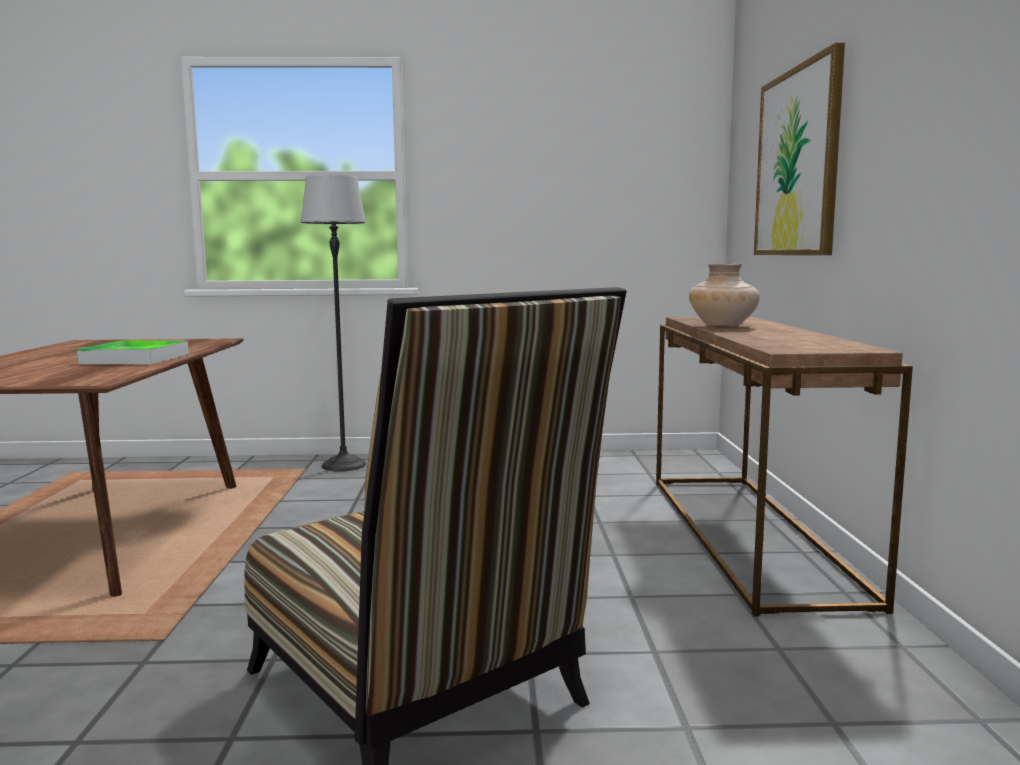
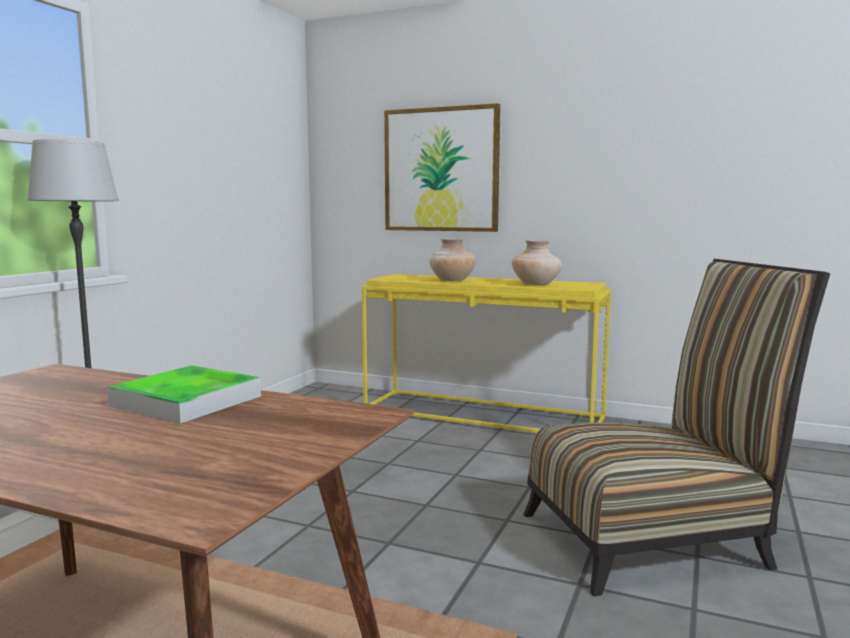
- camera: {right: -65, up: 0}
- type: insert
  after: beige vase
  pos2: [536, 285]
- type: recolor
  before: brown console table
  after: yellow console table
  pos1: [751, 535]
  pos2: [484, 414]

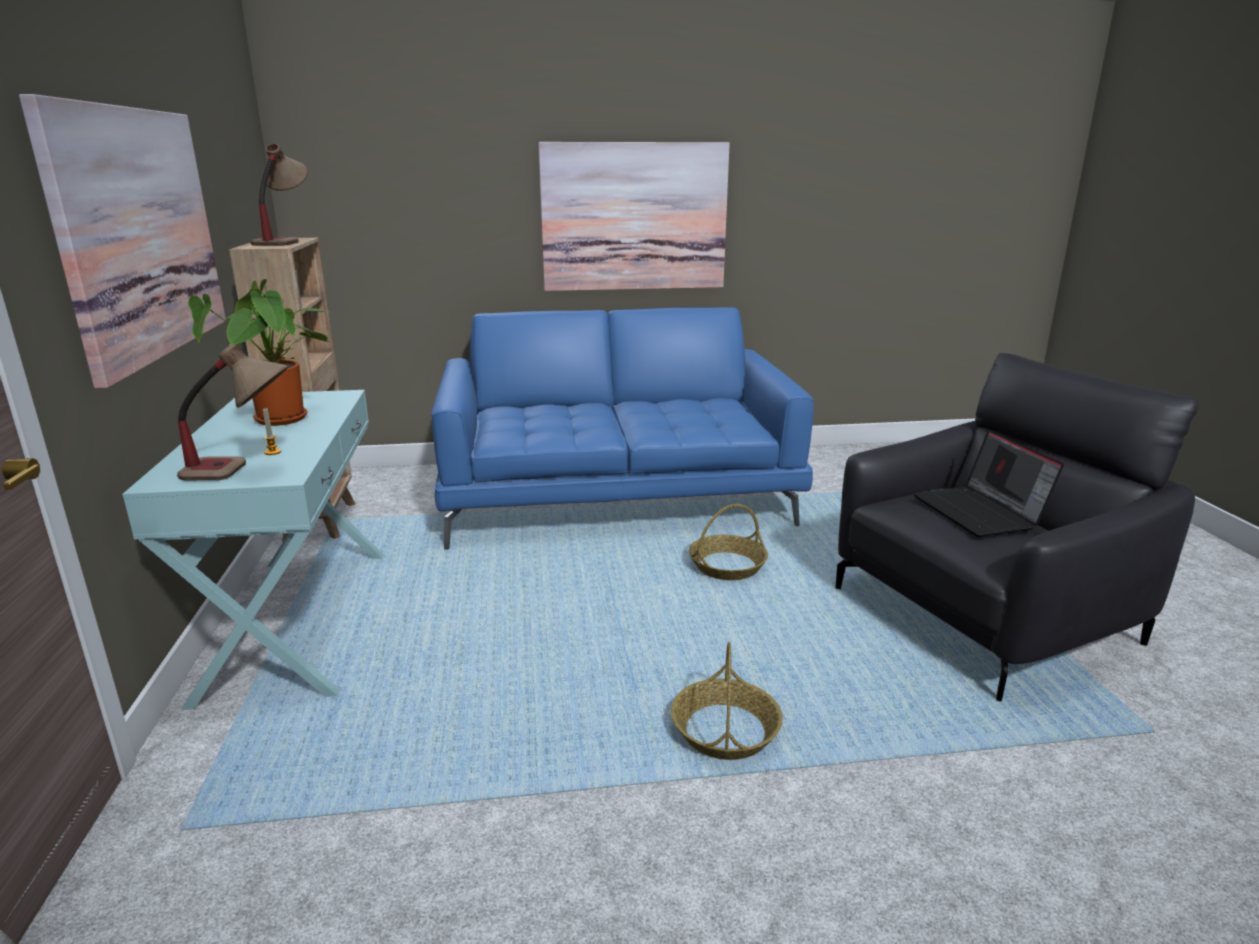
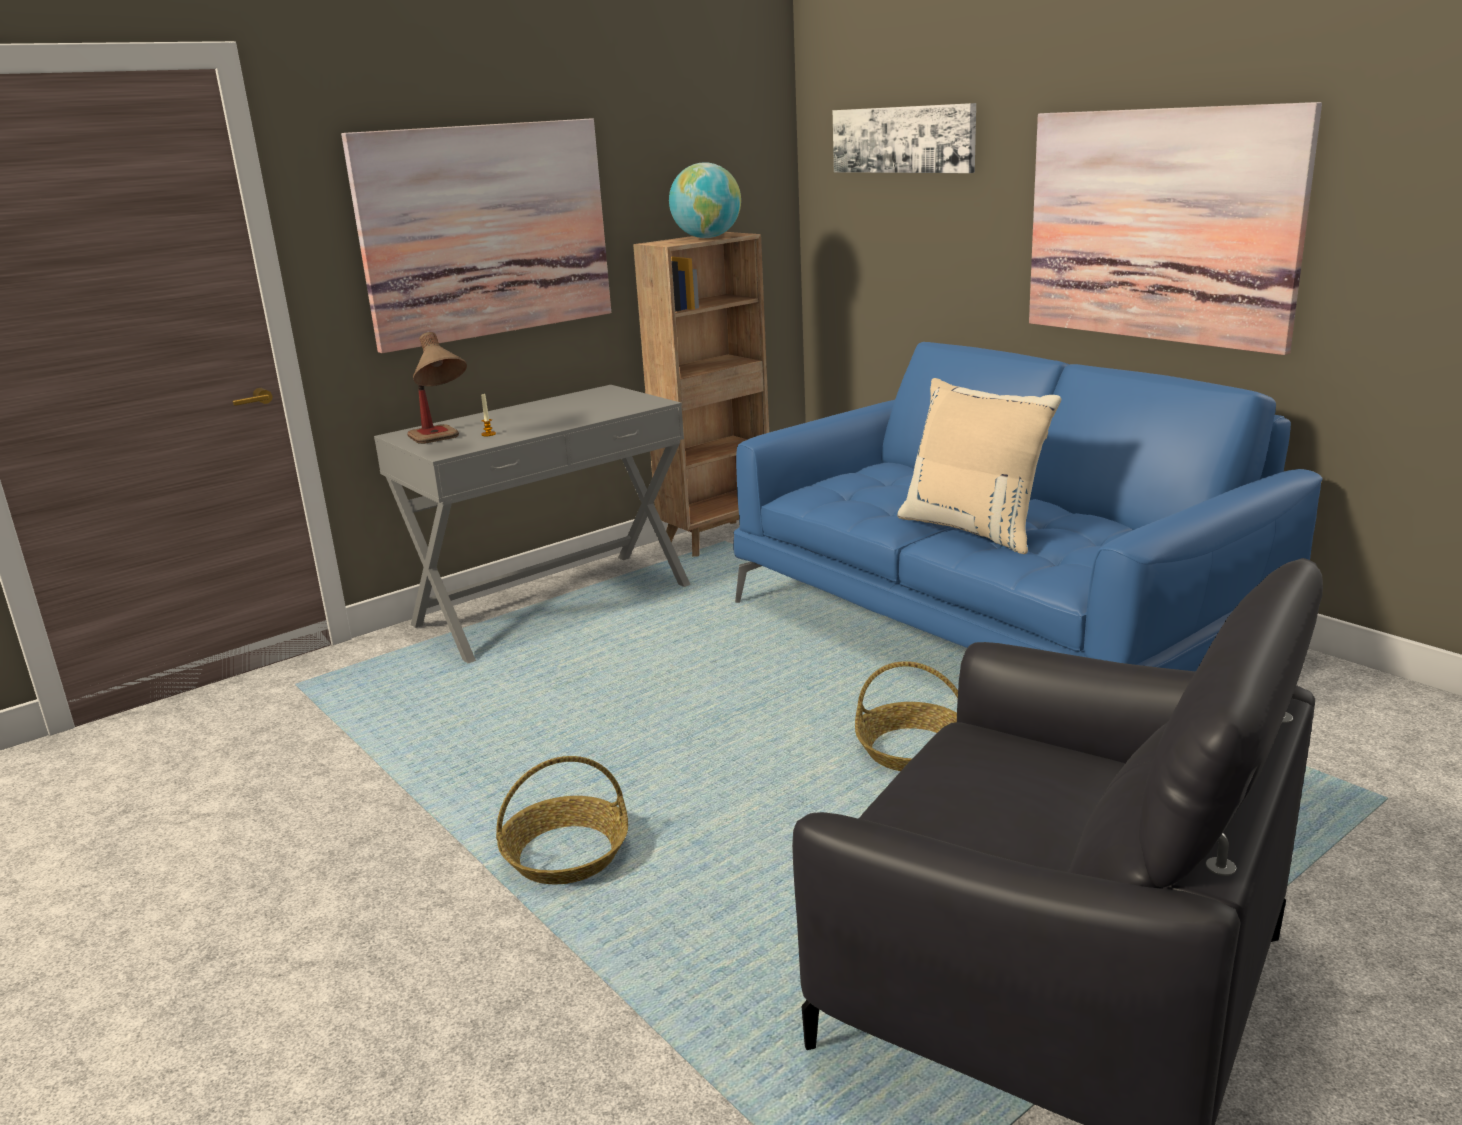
- camera: {right: 60, up: 0}
- type: delete
  before: potted plant
  pos1: [282, 421]
- type: delete
  before: laptop
  pos1: [980, 512]
- type: insert
  after: picture
  pos2: [903, 139]
- type: insert
  after: beige pillow
  pos2: [974, 529]
- type: replace
  before: table lamp
  after: globe
  pos1: [284, 241]
  pos2: [707, 238]
- type: recolor
  before: turquoise console table
  after: grey console table
  pos1: [298, 620]
  pos2: [553, 604]

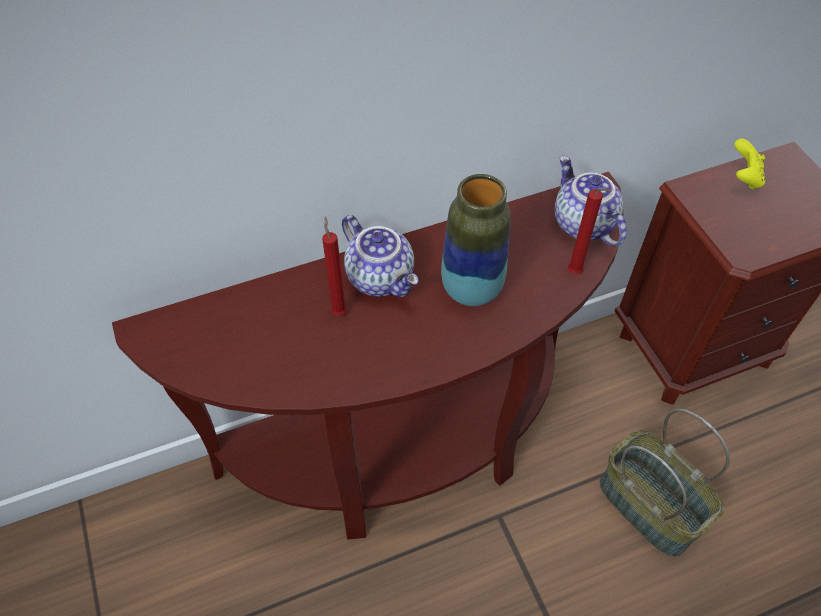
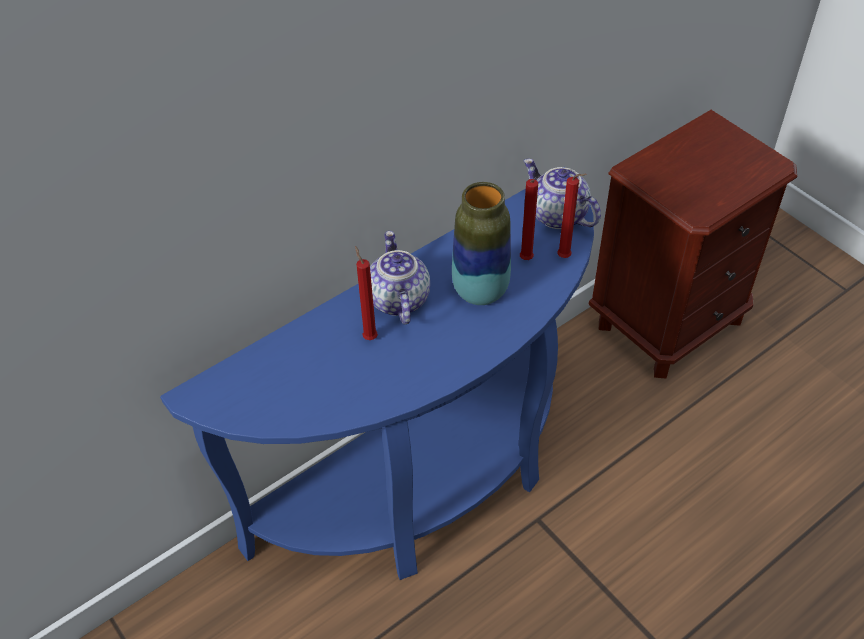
- camera: {right: -15, up: -5}
- type: delete
  before: basket
  pos1: [651, 505]
- type: delete
  before: yellow game controller
  pos1: [744, 177]
- type: insert
  after: red candle
  pos2: [525, 261]
- type: recolor
  before: brown console table
  after: blue console table
  pos1: [406, 449]
  pos2: [429, 482]
- type: rotate
  before: teapot
  pos1: [382, 277]
  pos2: [397, 300]
  turn: -135

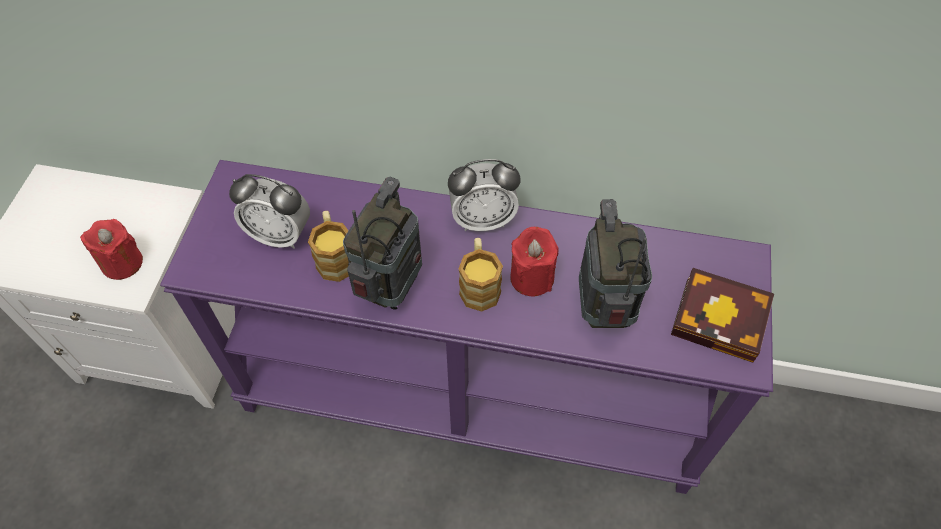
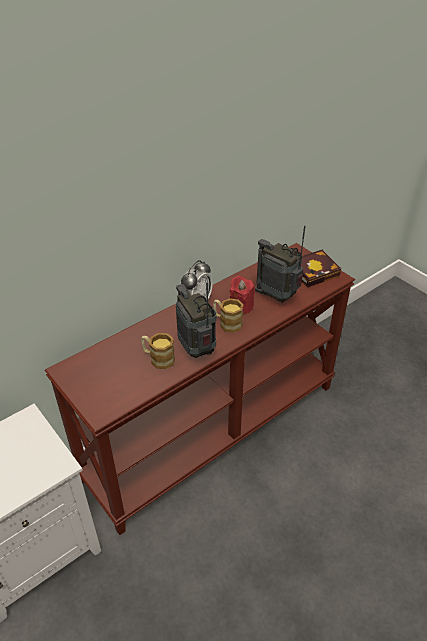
- camera: {right: -50, up: -15}
- type: delete
  before: red candle
  pos1: [122, 263]
- type: delete
  before: alarm clock
  pos1: [280, 235]
- type: recolor
  before: purple console table
  after: brown console table
  pos1: [472, 393]
  pos2: [212, 428]

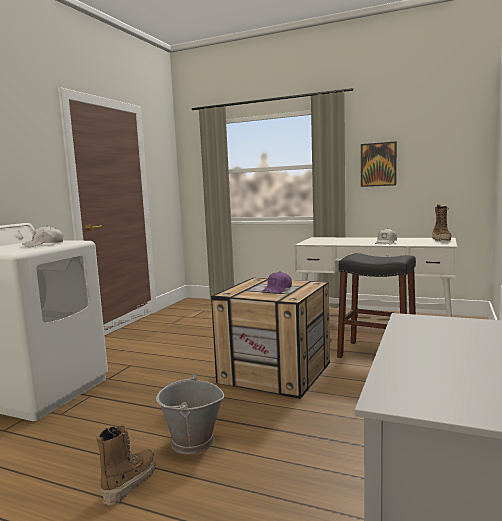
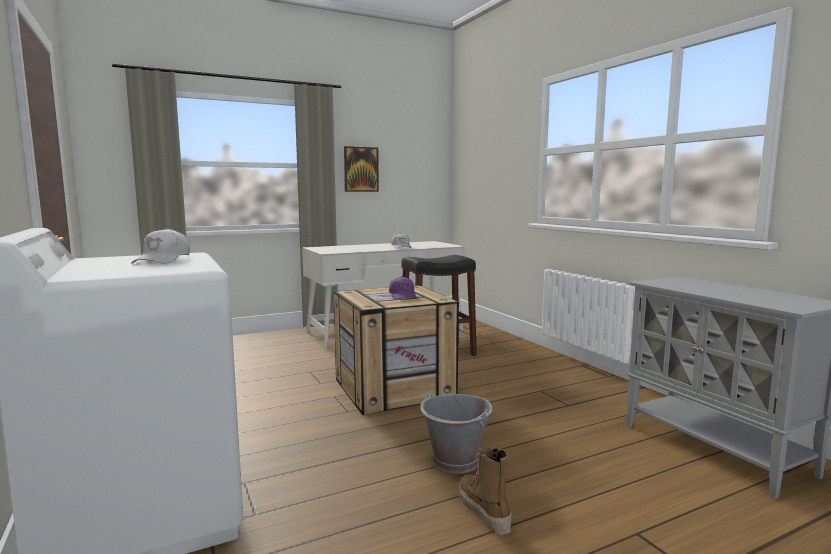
- camera: {right: -50, up: 0}
- type: delete
  before: boot
  pos1: [441, 240]

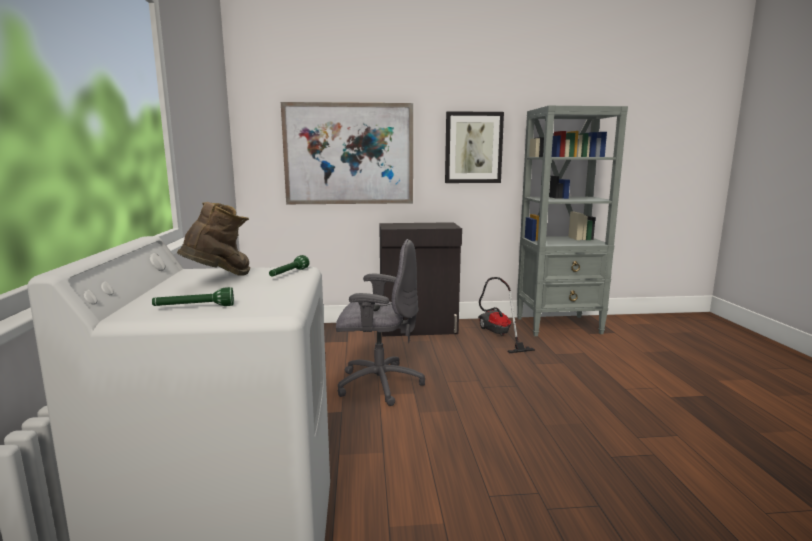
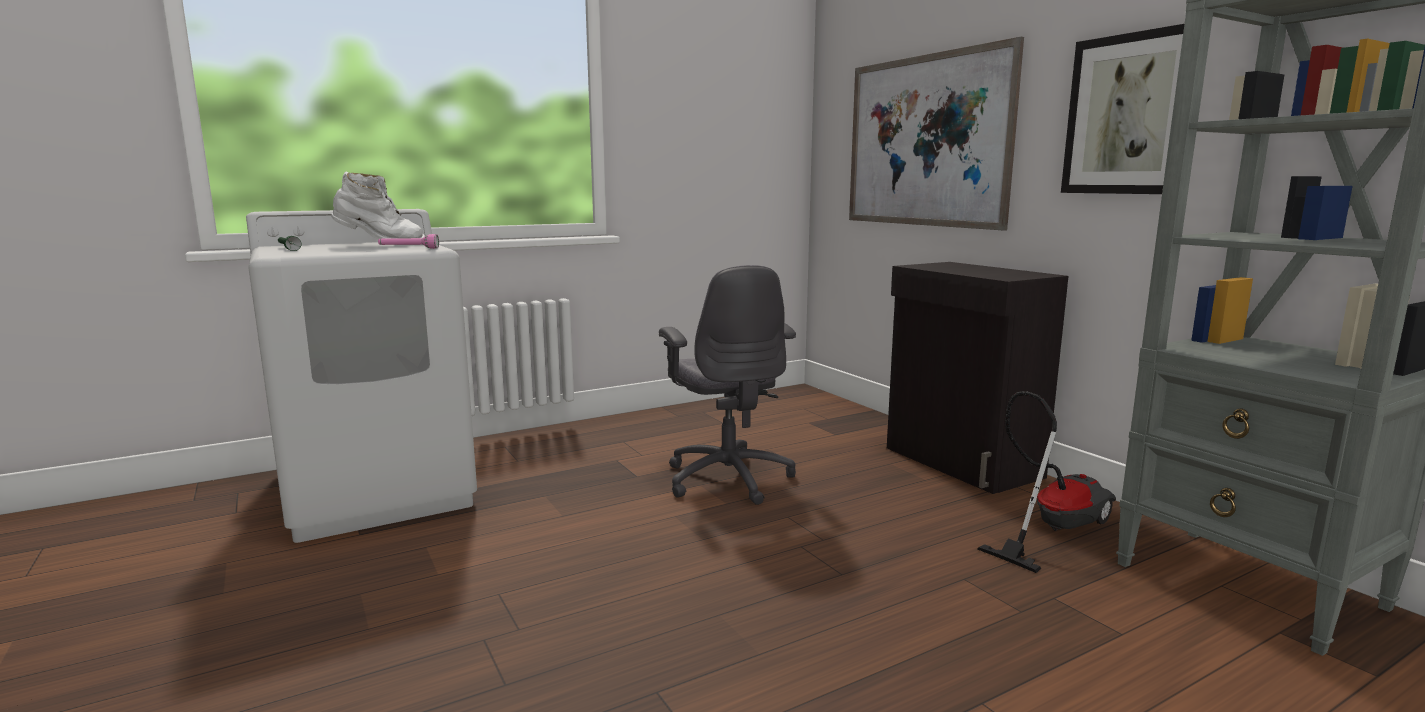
- camera: {right: 65, up: 0}
- type: recolor
  before: brown boot
  after: white boot
  pos1: [221, 280]
  pos2: [380, 245]
- type: recolor
  before: green flashlight
  after: pink flashlight
  pos1: [288, 274]
  pos2: [408, 248]

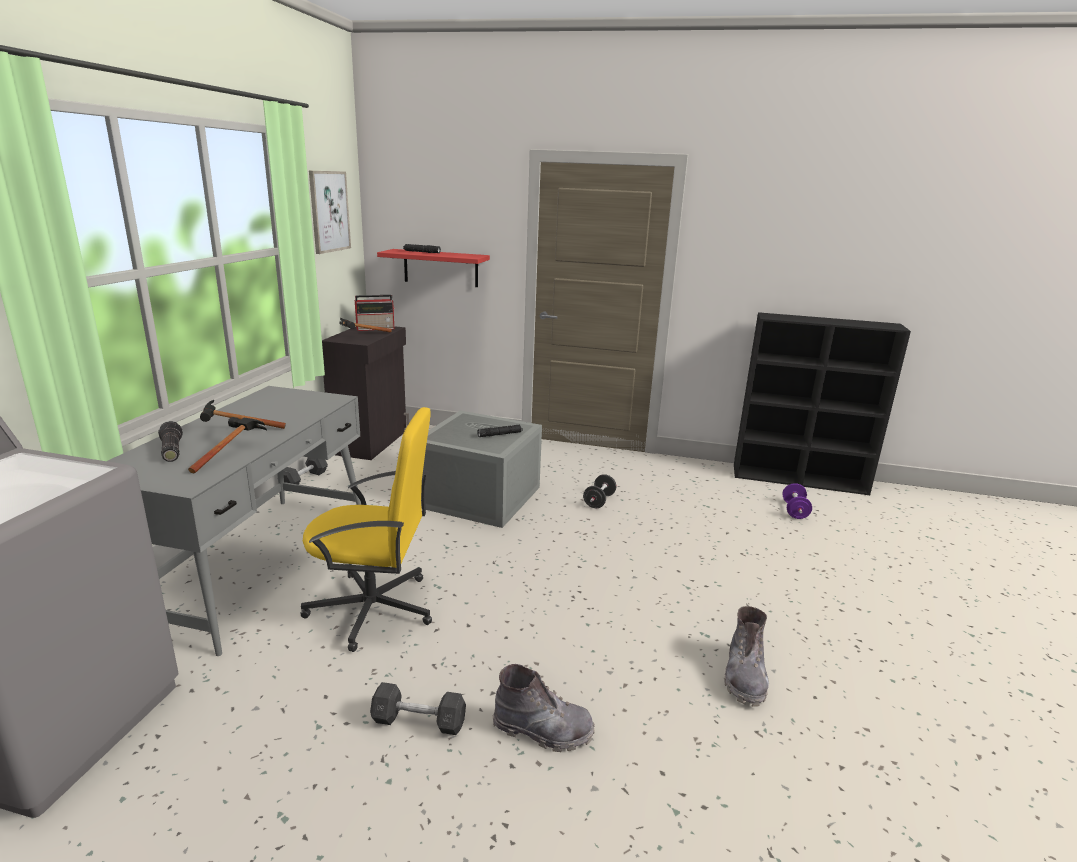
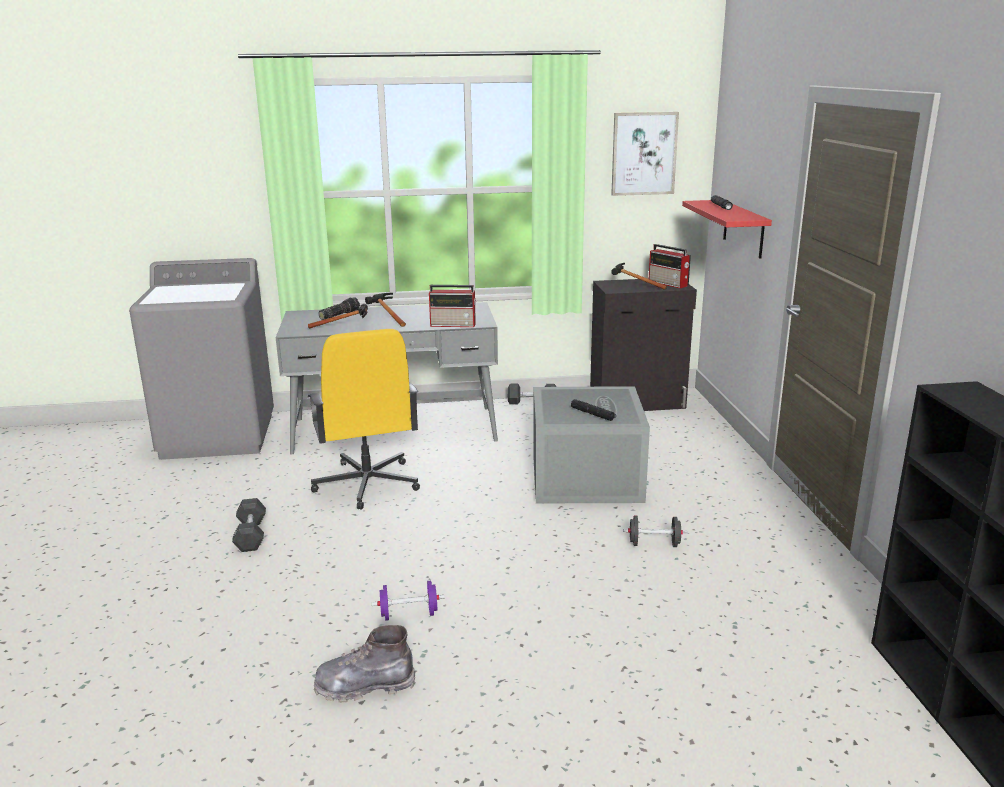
- camera: {right: 70, up: 0}
- type: delete
  before: grey boot
  pos1: [543, 730]
- type: insert
  after: radio
  pos2: [454, 324]
- type: move
  before: purple dumbbell
  pos1: [794, 511]
  pos2: [409, 614]

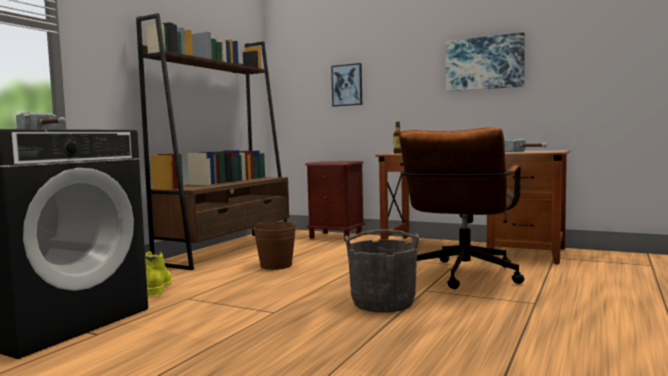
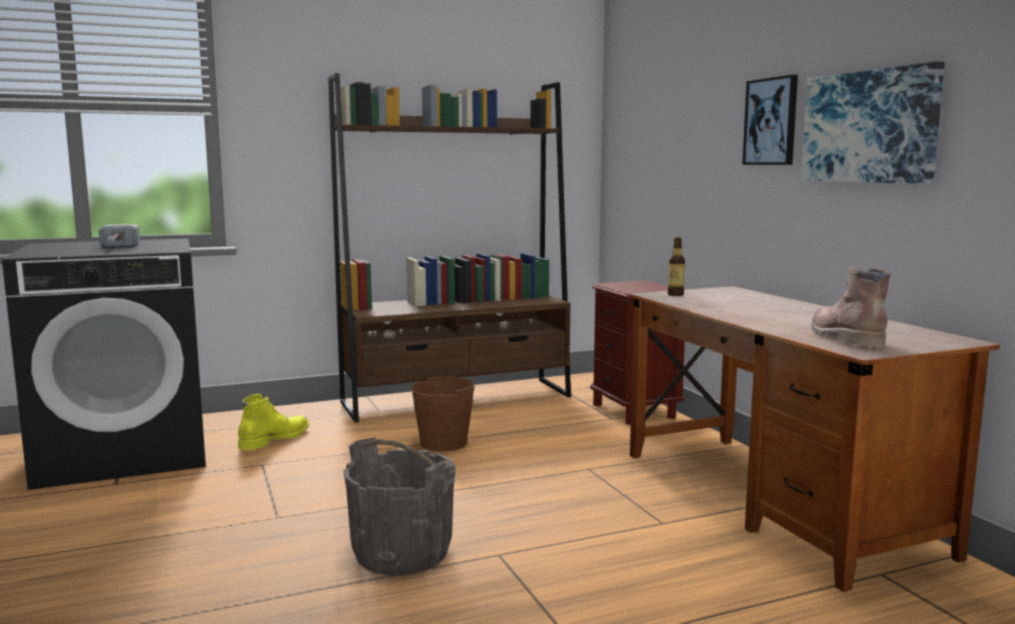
- camera: {right: 40, up: 5}
- type: delete
  before: brown office chair
  pos1: [462, 277]
- type: move
  before: picture
  pos1: [347, 85]
  pos2: [771, 121]
- type: replace
  before: hammer
  after: brown boot
  pos1: [525, 151]
  pos2: [843, 337]

